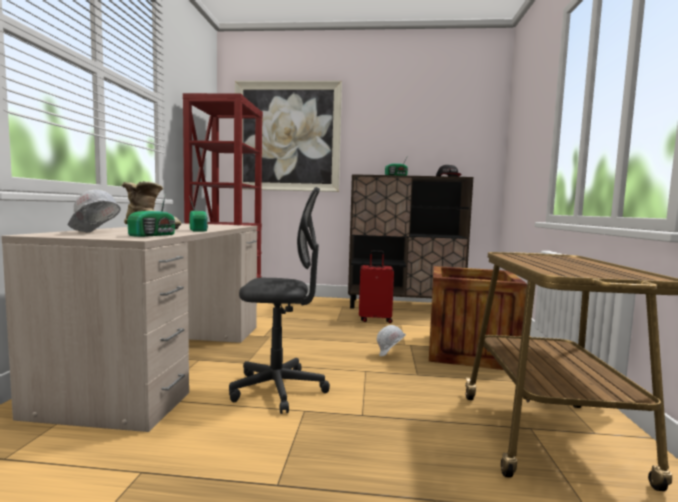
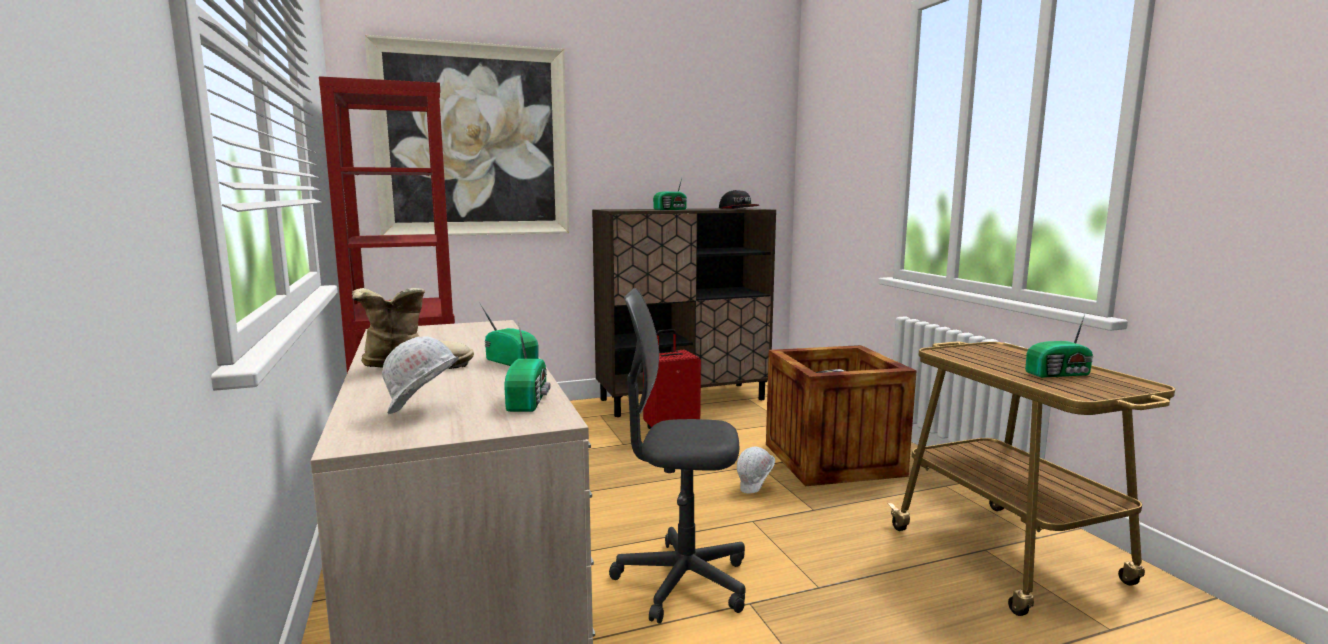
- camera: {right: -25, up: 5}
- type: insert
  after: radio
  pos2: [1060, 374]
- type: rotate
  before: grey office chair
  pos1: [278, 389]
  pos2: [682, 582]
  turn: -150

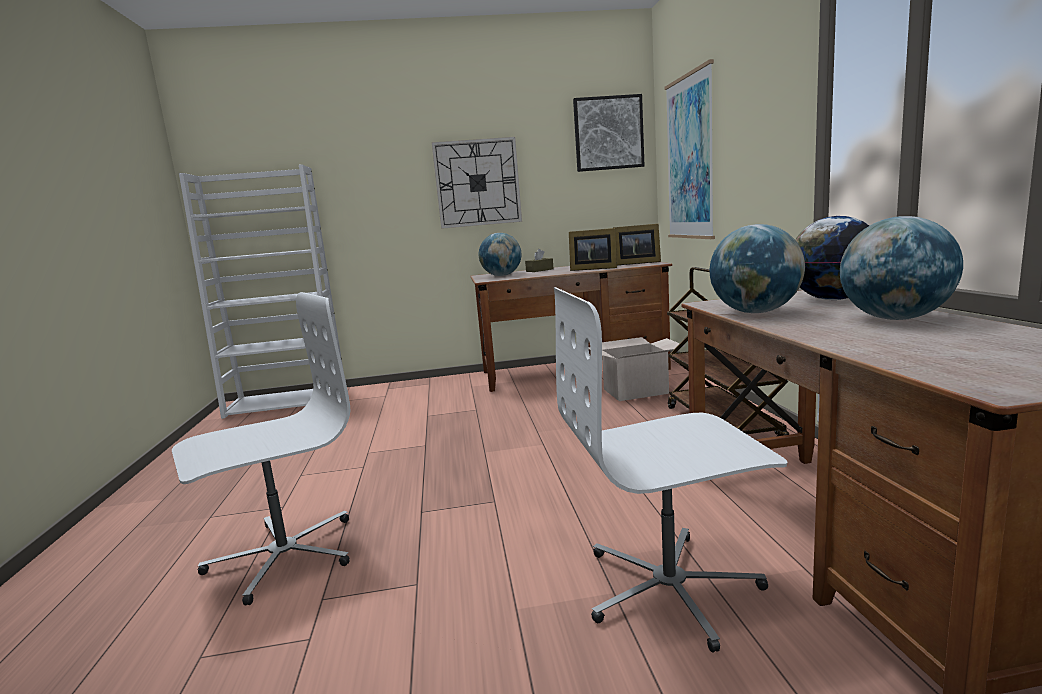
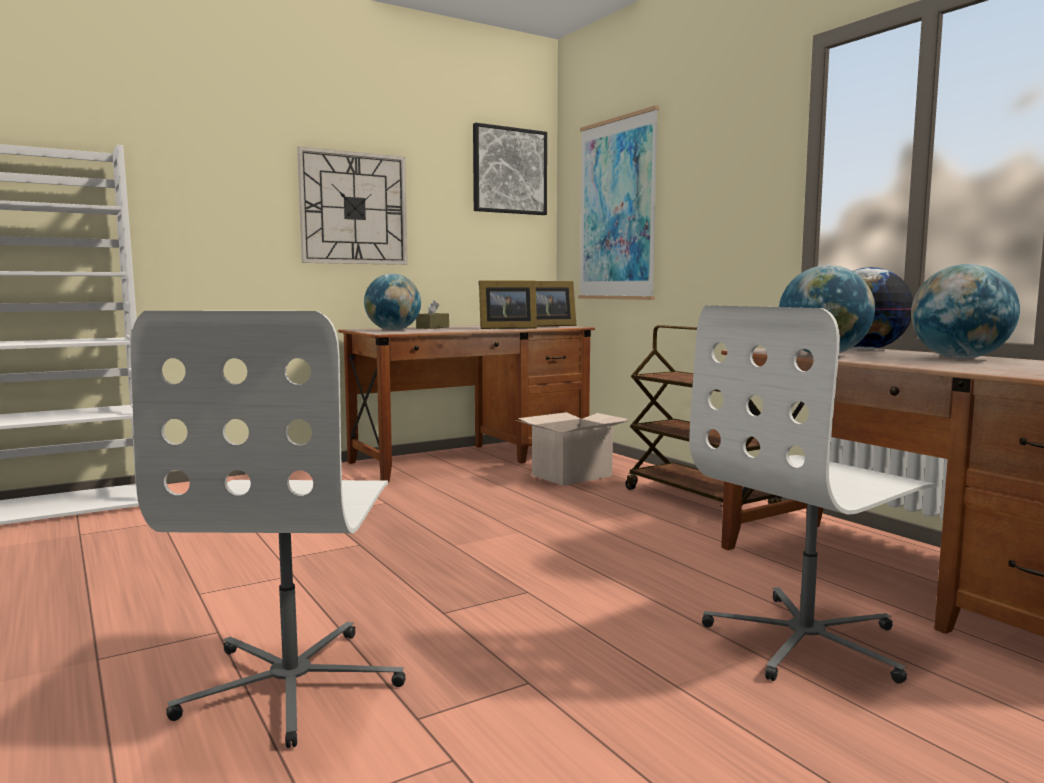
- camera: {right: -25, up: -5}
- type: rotate
  before: white office chair
  pos1: [283, 555]
  pos2: [293, 684]
  turn: 150

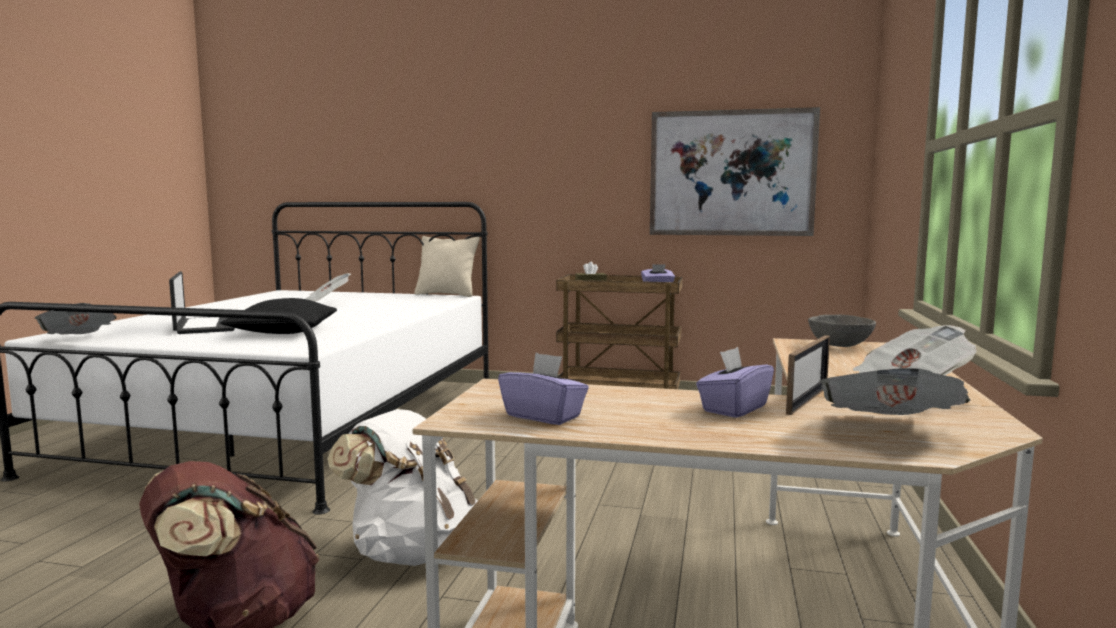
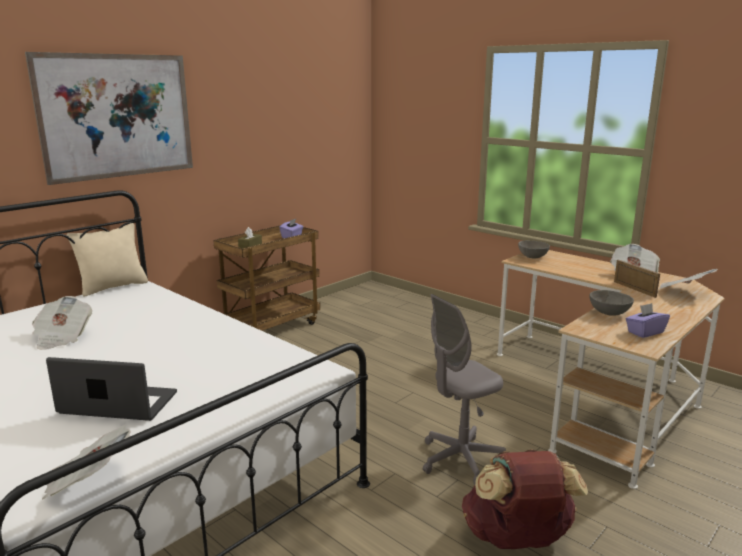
- camera: {right: -60, up: 10}
- type: delete
  before: black pillow
  pos1: [283, 332]
- type: delete
  before: purple tissue box
  pos1: [733, 408]
- type: insert
  after: grey bowl
  pos2: [608, 313]
- type: move
  before: picture
  pos1: [731, 173]
  pos2: [118, 116]
- type: replace
  before: white backpack
  after: grey office chair
  pos1: [412, 552]
  pos2: [460, 459]

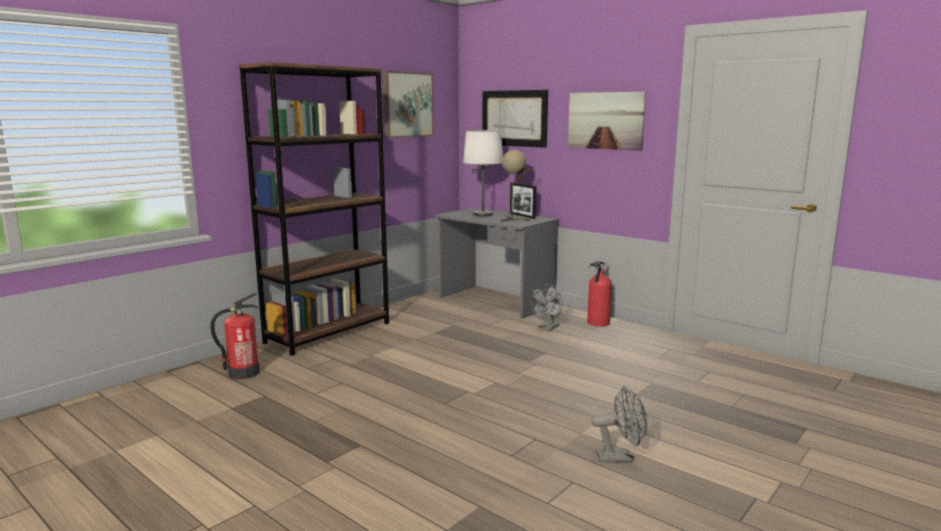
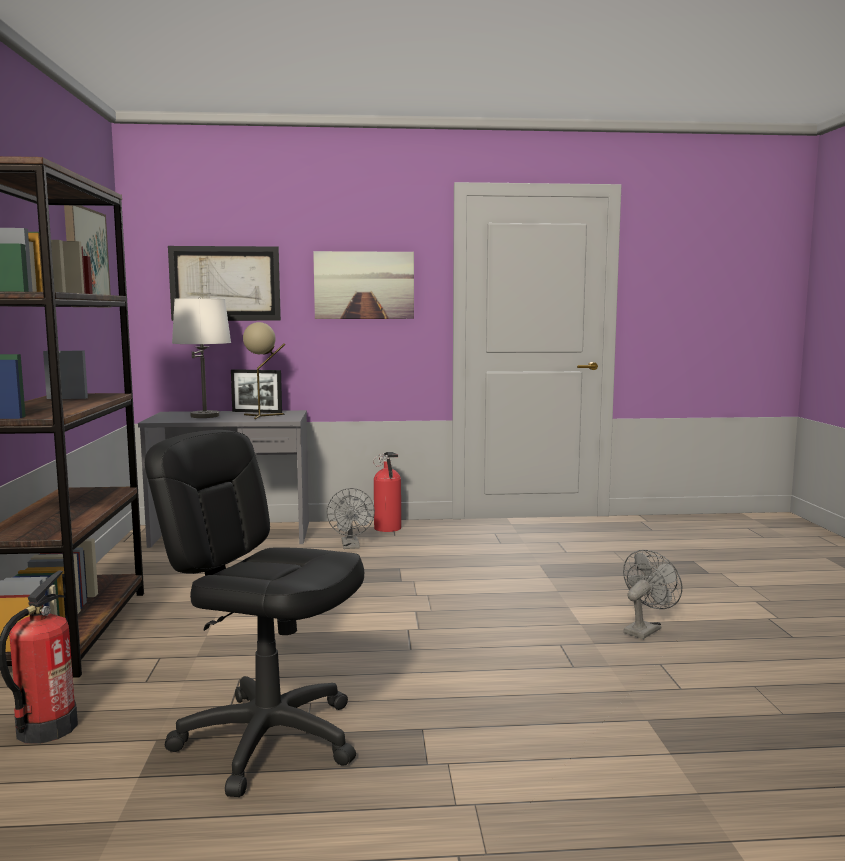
- camera: {right: -45, up: -5}
- type: insert
  after: black office chair
  pos2: [268, 739]

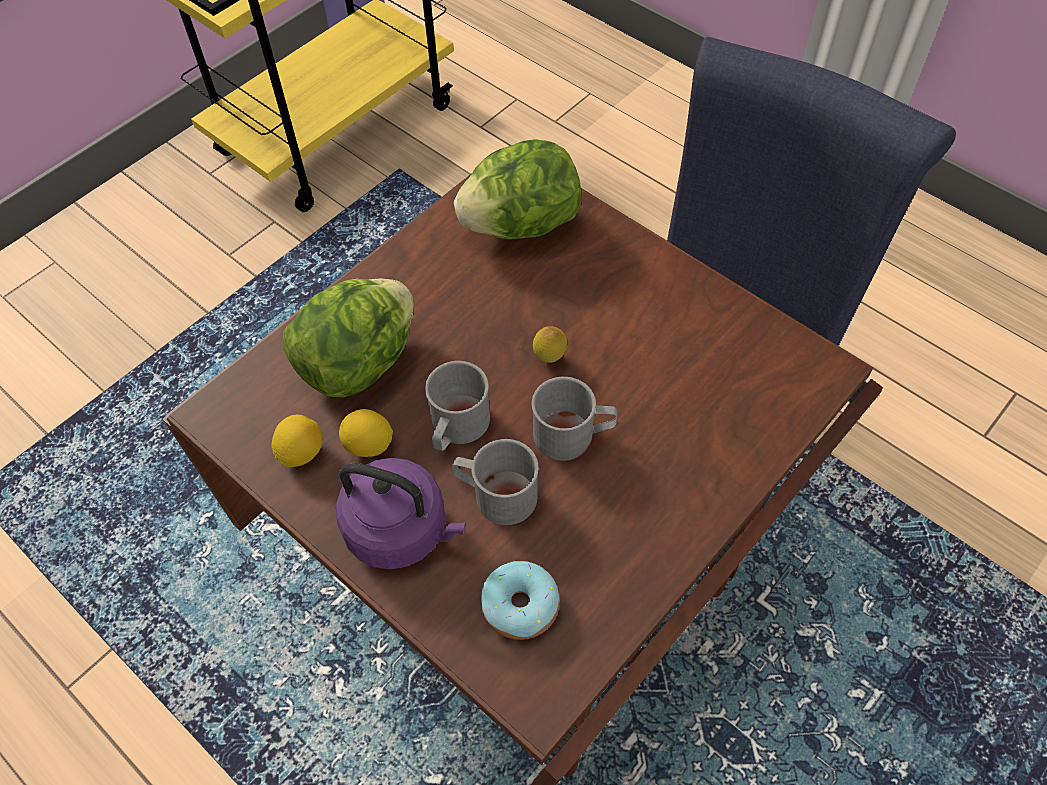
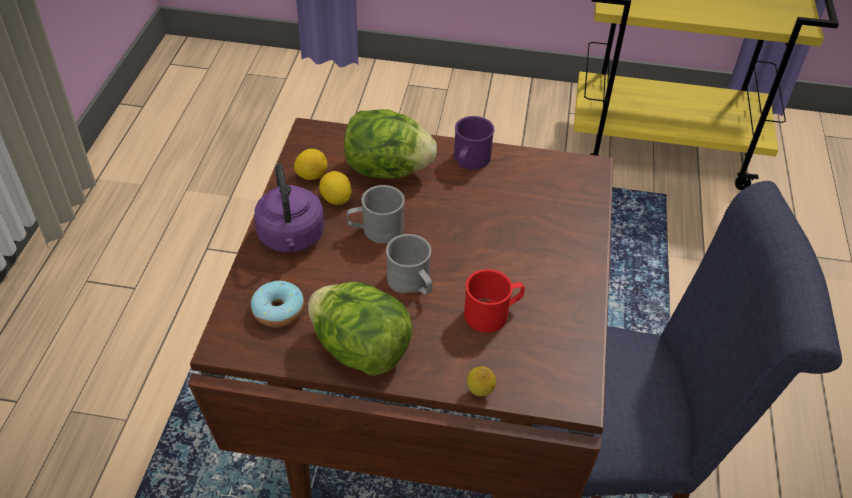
- camera: {right: 55, up: -10}
- type: delete
  before: grey mug
  pos1: [496, 494]
- type: insert
  after: purple mug
  pos2: [469, 162]
- type: insert
  after: red mug
  pos2: [493, 313]
- type: move
  before: lettuce
  pos1: [522, 224]
  pos2: [361, 350]
- type: move
  before: lemon
  pos1: [549, 358]
  pos2: [480, 393]

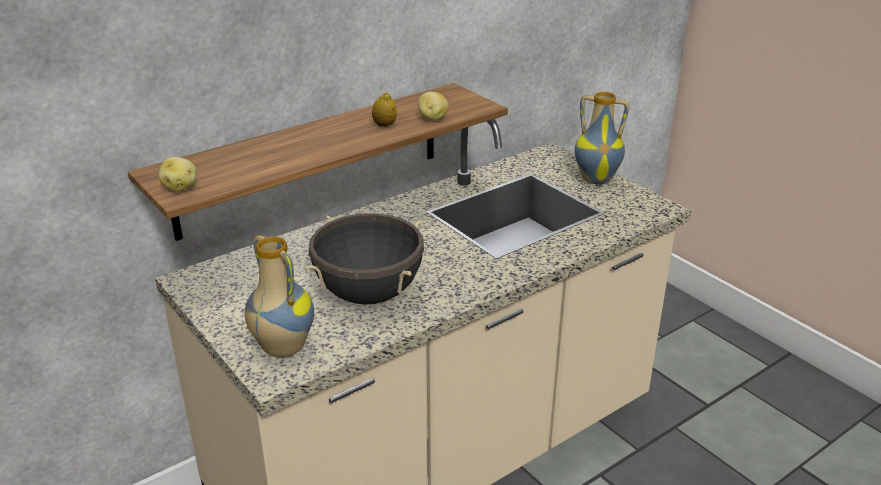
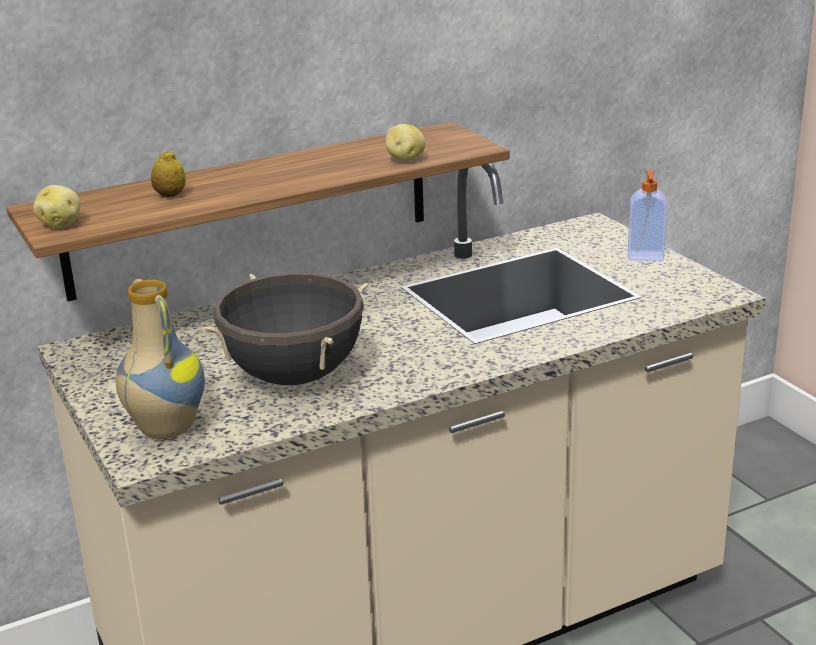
- camera: {right: 10, up: -5}
- type: move
  before: lemon
  pos1: [384, 125]
  pos2: [170, 195]
- type: replace
  before: vase
  after: soap dispenser
  pos1: [597, 179]
  pos2: [645, 256]

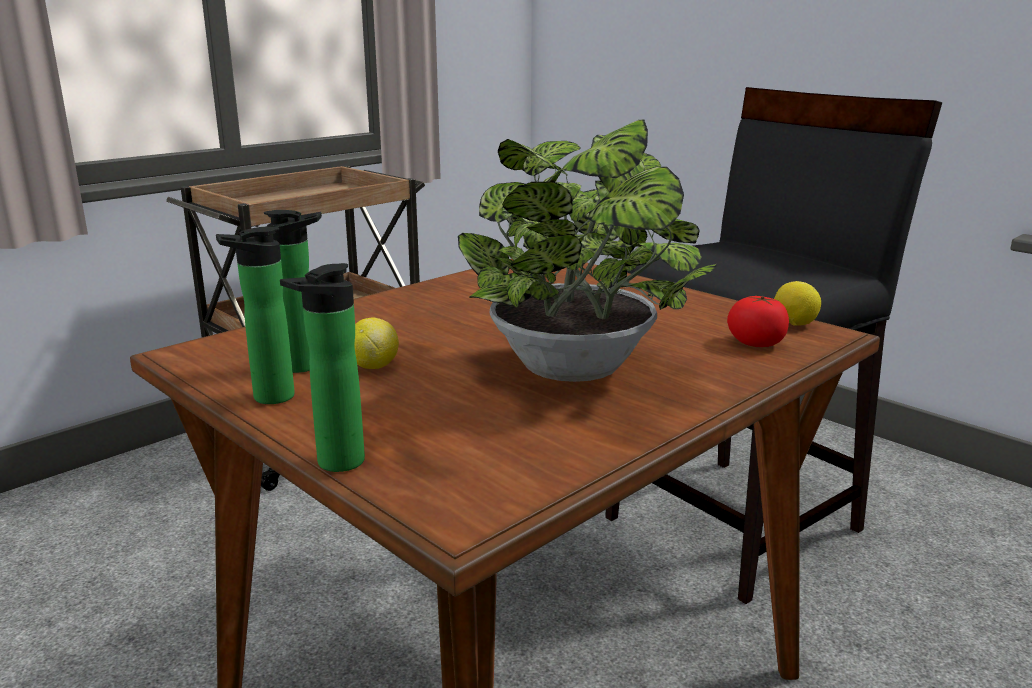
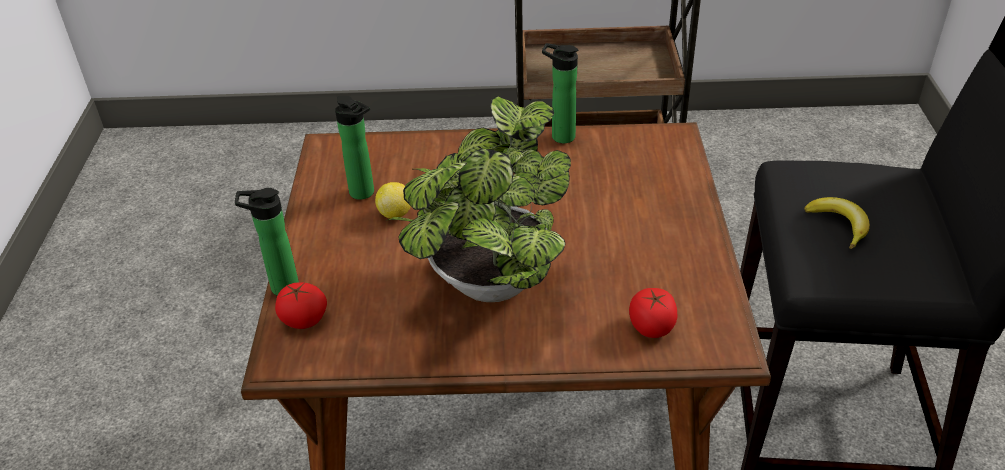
- camera: {right: 45, up: 20}
- type: delete
  before: lemon
  pos1: [793, 324]
- type: insert
  after: tomato
  pos2: [303, 320]
- type: insert
  after: banana
  pos2: [839, 225]
- type: move
  before: bottle
  pos1: [267, 398]
  pos2: [559, 136]

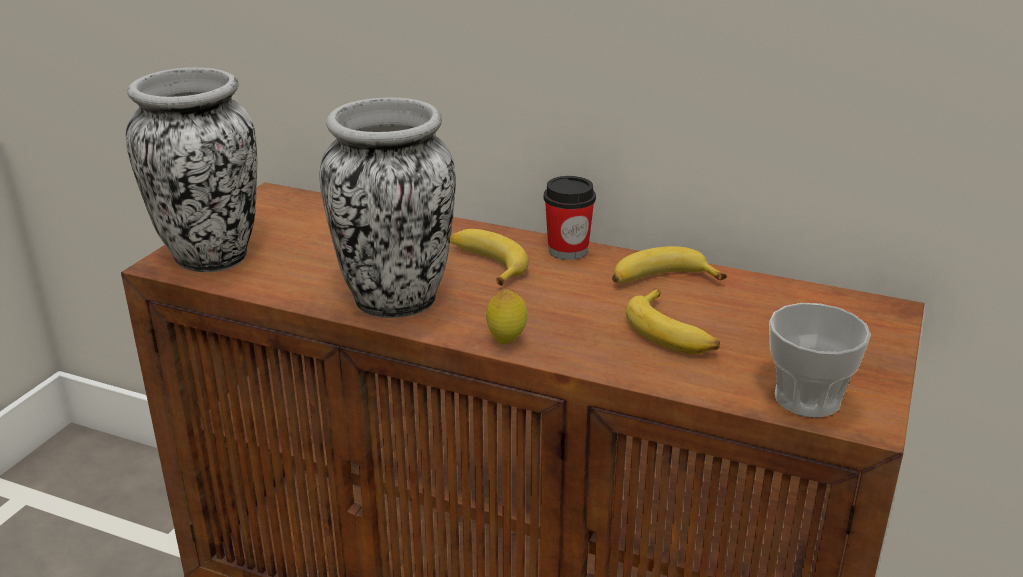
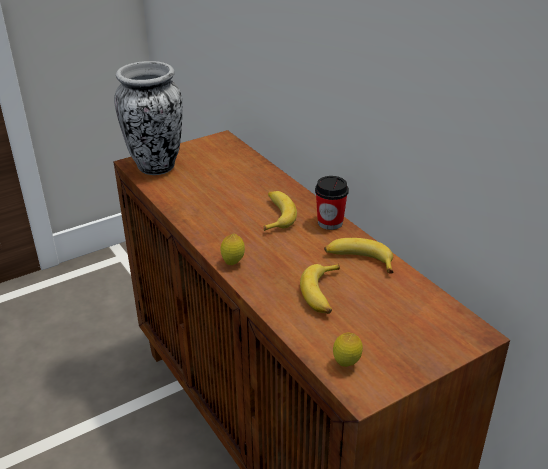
- camera: {right: 35, up: 5}
- type: delete
  before: vase
  pos1: [395, 301]
- type: replace
  before: cup
  after: lemon
  pos1: [807, 398]
  pos2: [346, 364]

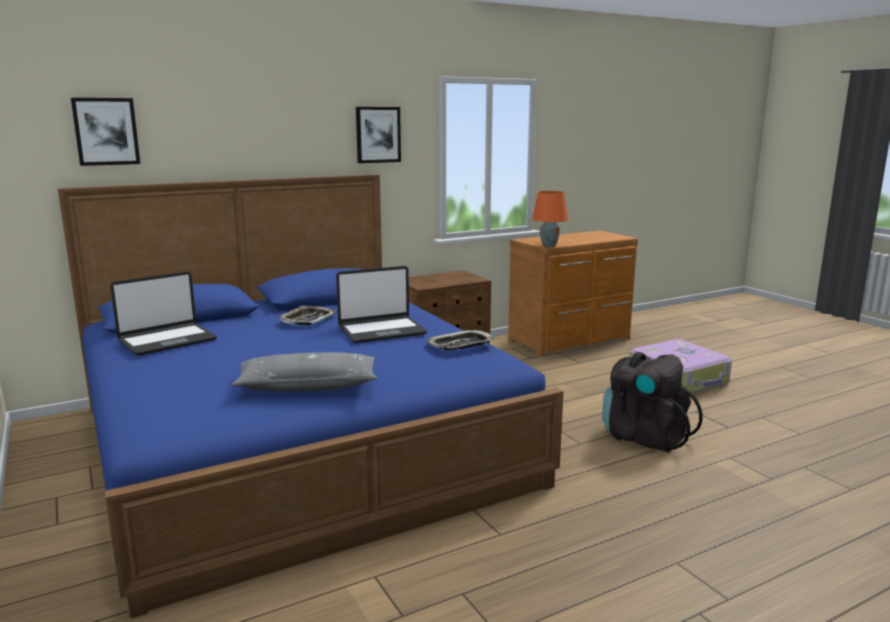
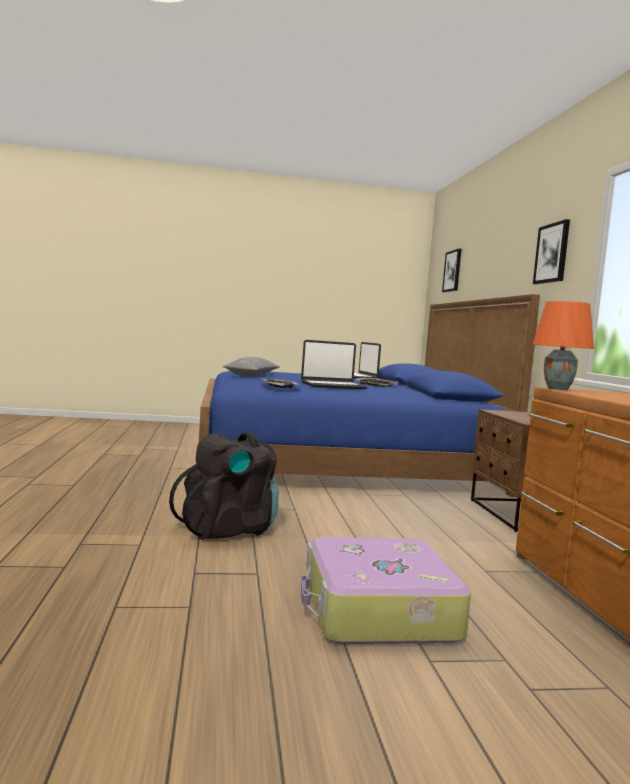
- camera: {right: 110, up: -10}
- type: rotate
  before: laptop
  pos1: [381, 331]
  pos2: [333, 386]
  turn: -105

